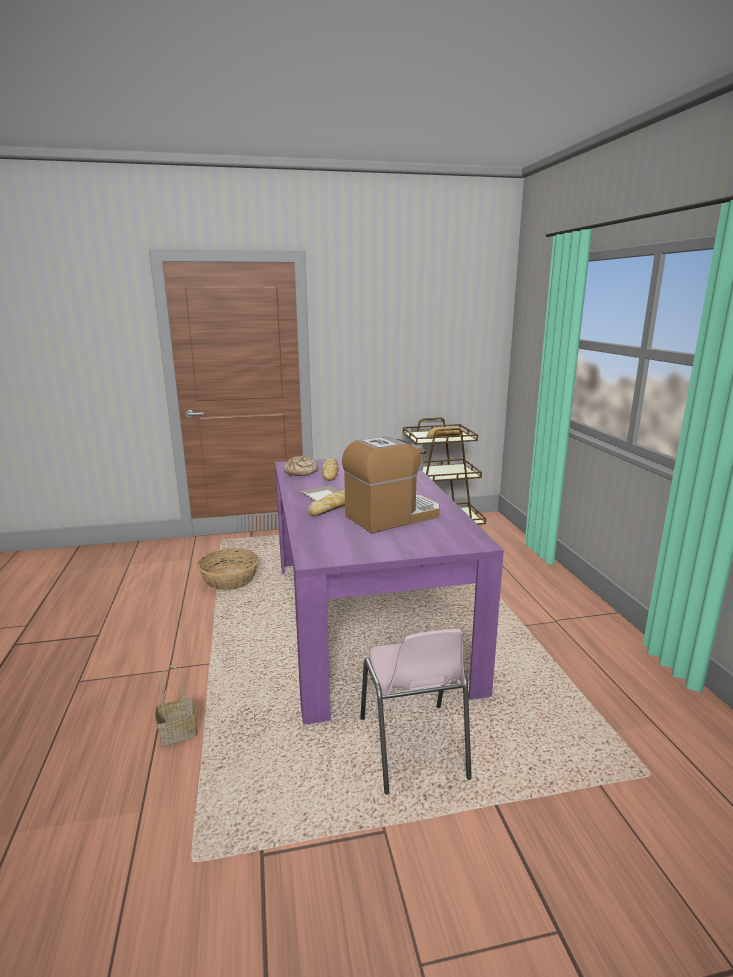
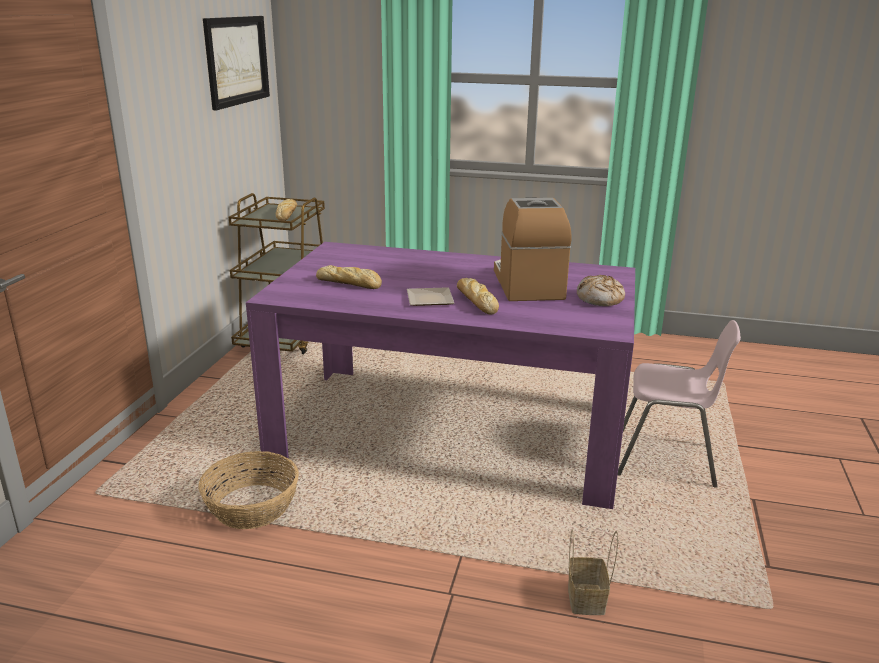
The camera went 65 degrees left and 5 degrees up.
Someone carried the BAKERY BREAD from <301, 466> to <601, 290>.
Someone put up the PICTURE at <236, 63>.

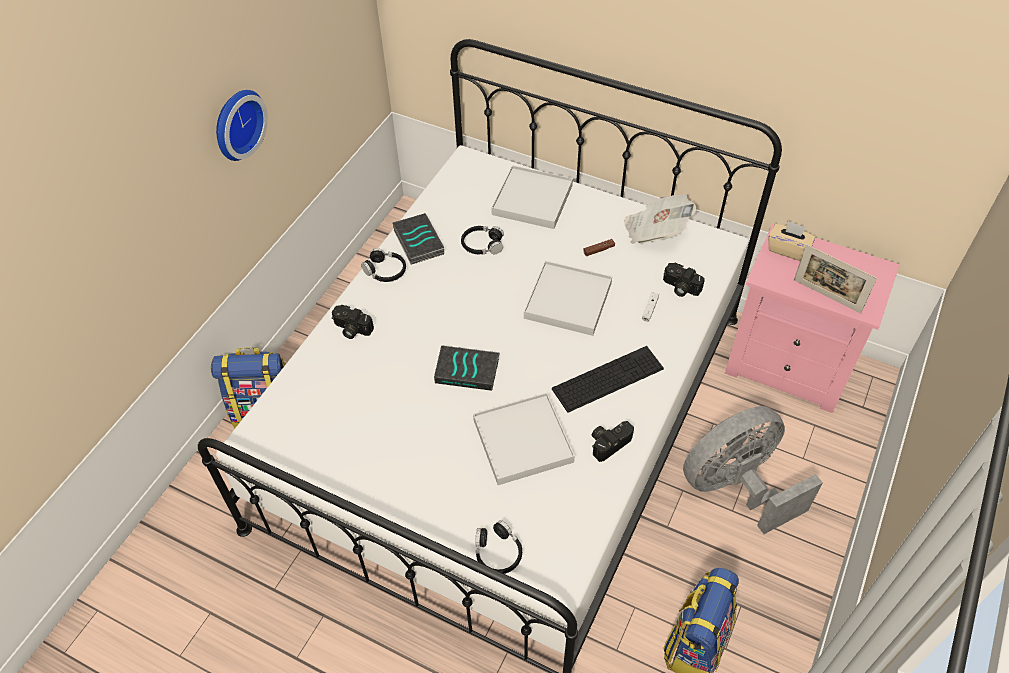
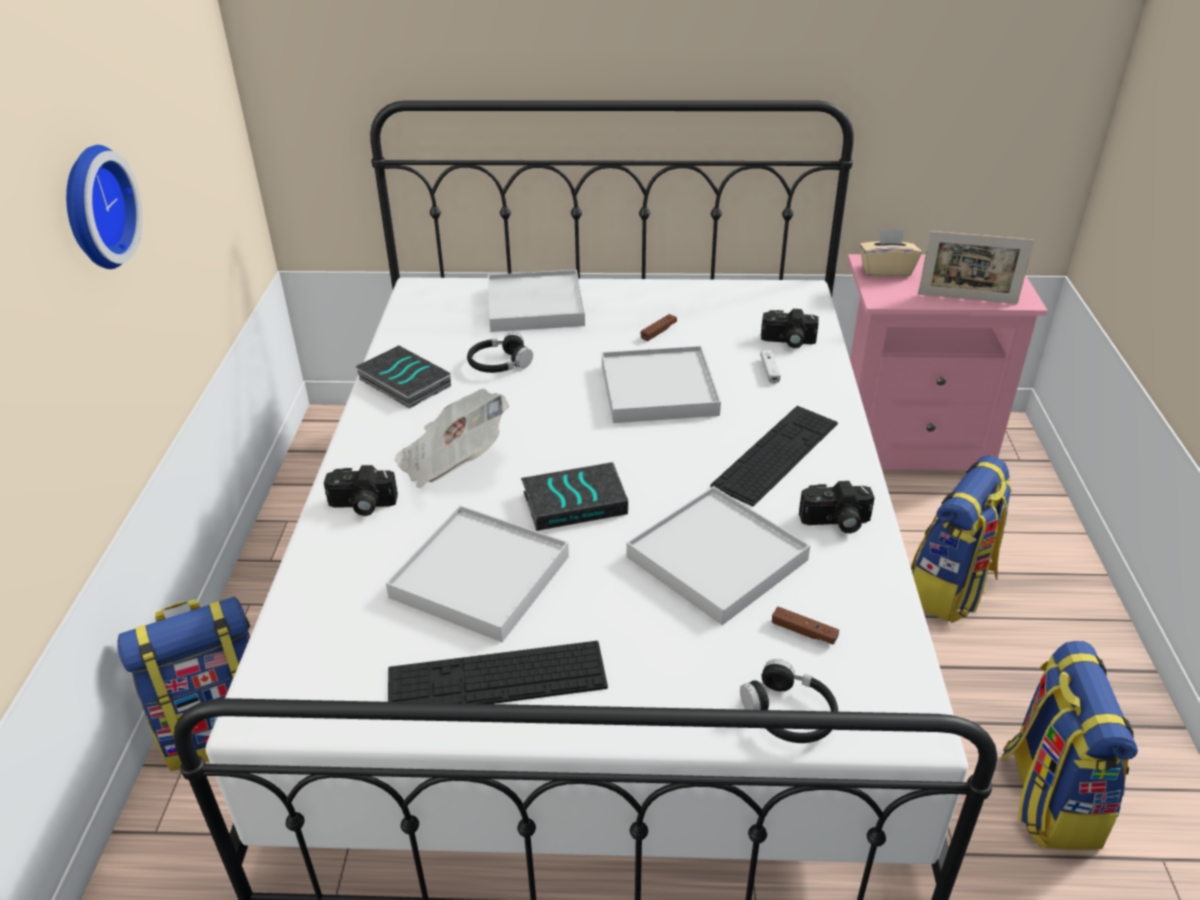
The camera went 25 degrees left and 15 degrees down.
Someone took away the BLACK HEADSET at <383, 265>.
Someone rotated the STILL CAMERA at <613, 441> by 120 degrees counterclockwise.
Someone carried the PRINTED PAPER from <660, 219> to <452, 438>.
Someone swapped the GRAY ELECTRIC FAN at <753, 470> for the RUCKSACK at <961, 539>.
Someone put down the WHITISH CARRYING TRAY at <477, 573>.
Someone put down the KEYBOARD at <498, 672>.
Someone put down the BROWN-COLOURED GAMEPAD at <805, 626>.

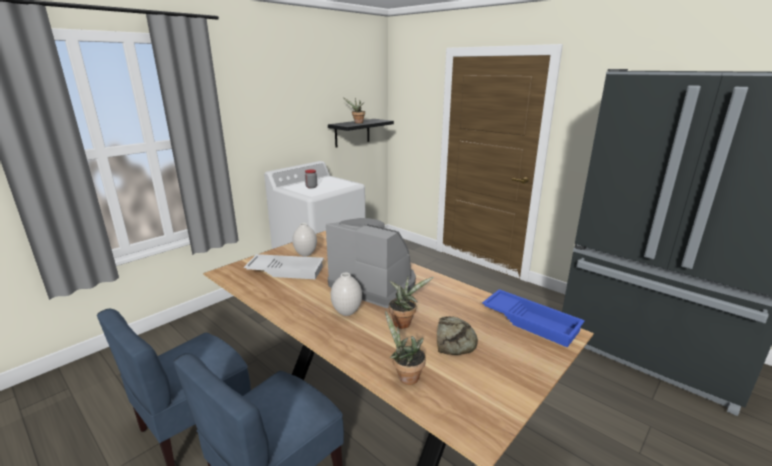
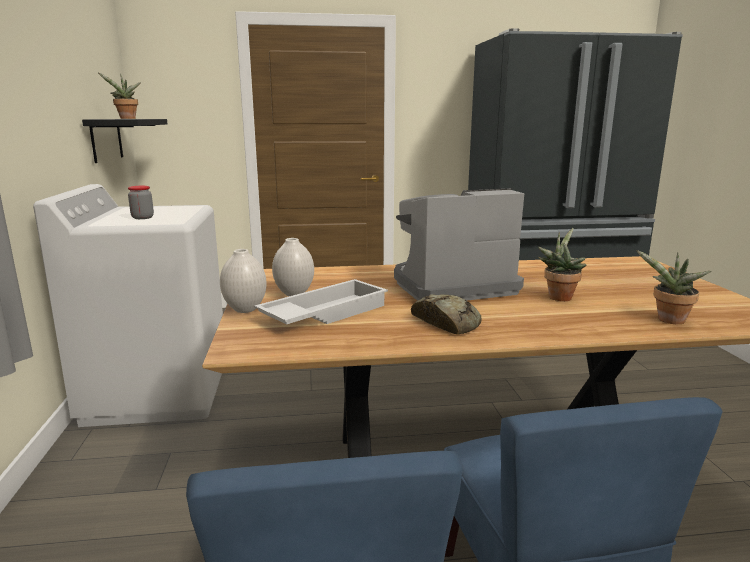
The camera went 50 degrees left and 5 degrees down.
Someone carried the WHITISH DECORATIVE VASE from <346, 294> to <243, 281>.
Someone carried the BAKERY BREAD from <457, 336> to <446, 314>.
Someone took away the BLUE CARRYING TRAY at <533, 318>.

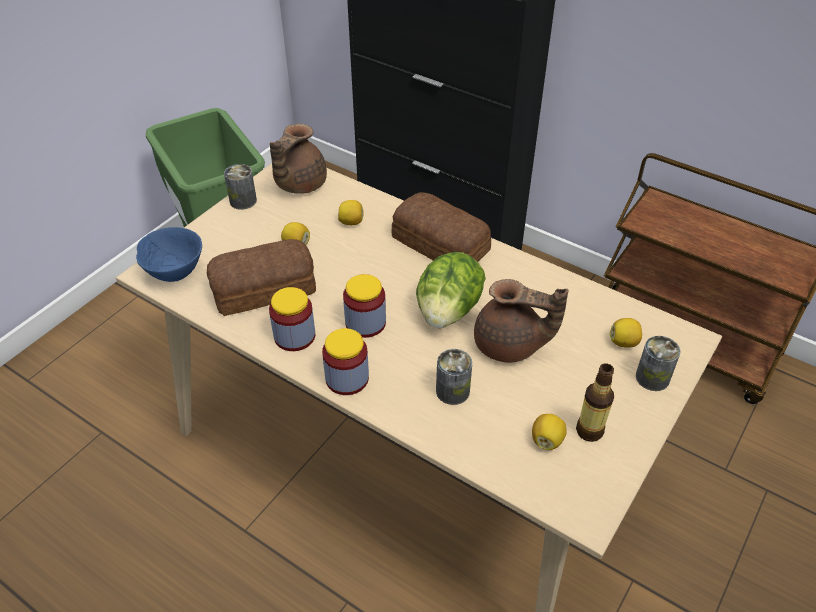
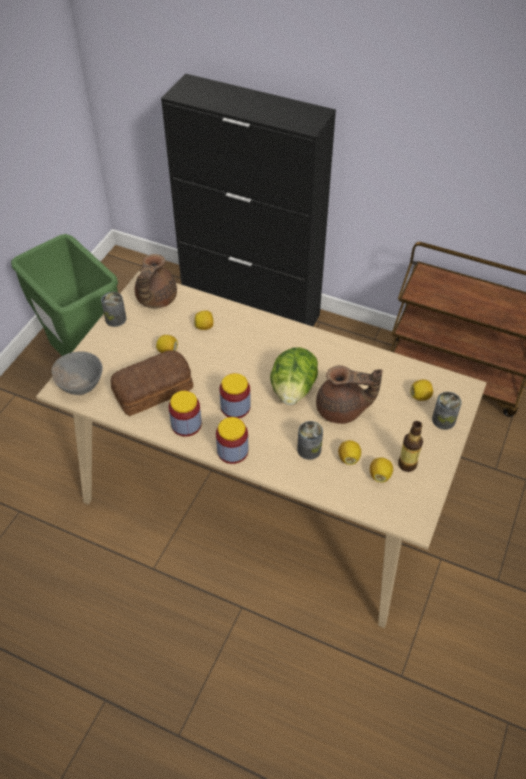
The camera went 10 degrees left and 5 degrees up.
Someone repainted the BLUE DEEP DISH at <169, 254>, which became the GRAY DEEP DISH at <77, 373>.
Someone took away the BAKERY BREAD at <441, 227>.
Someone put down the WHOLE LEMON at <349, 452>.

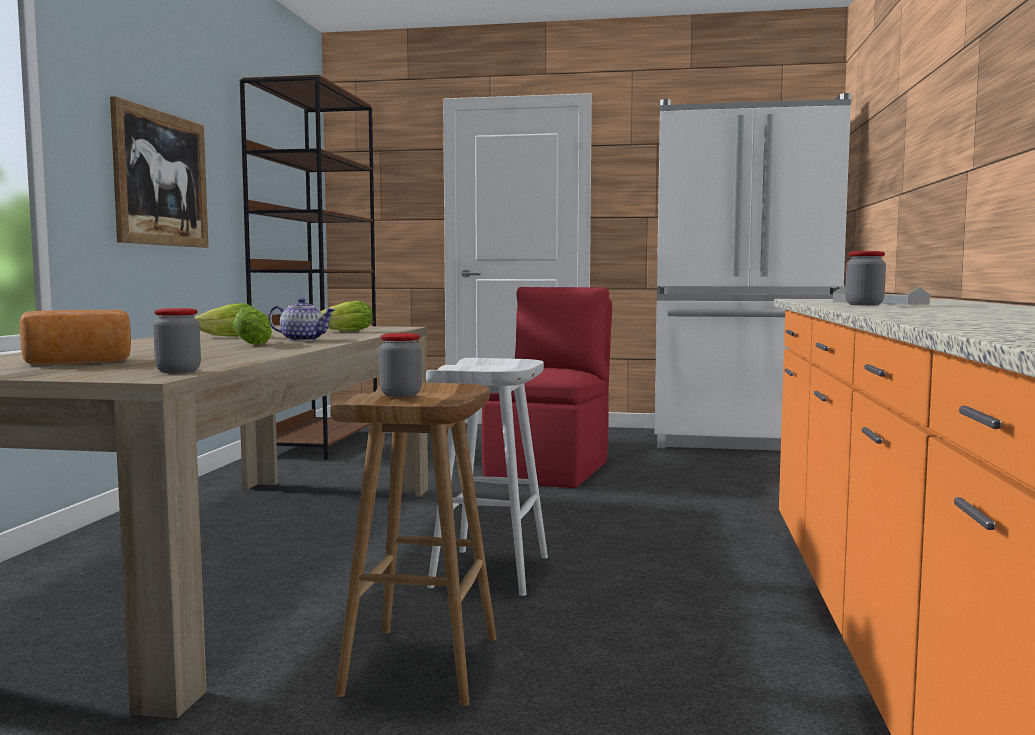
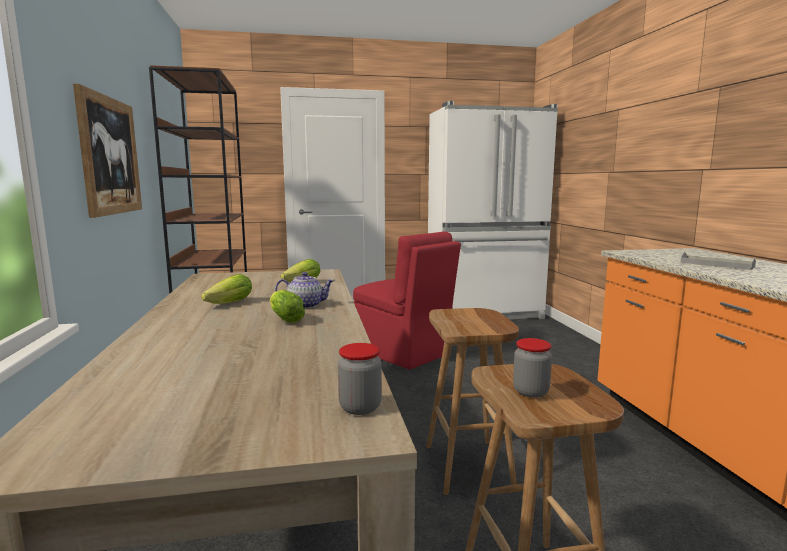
The camera went 20 degrees left and 5 degrees up.
Someone took away the BAKERY BREAD at <75, 337>.
Someone repainted the WHITISH STOOL SEAT at <487, 477>, which became the BROWN-COLOURED STOOL SEAT at <472, 401>.
Someone rotated the RED PLAIN CHAIR at <547, 387> by 135 degrees clockwise.
Someone took away the JAR at <865, 278>.

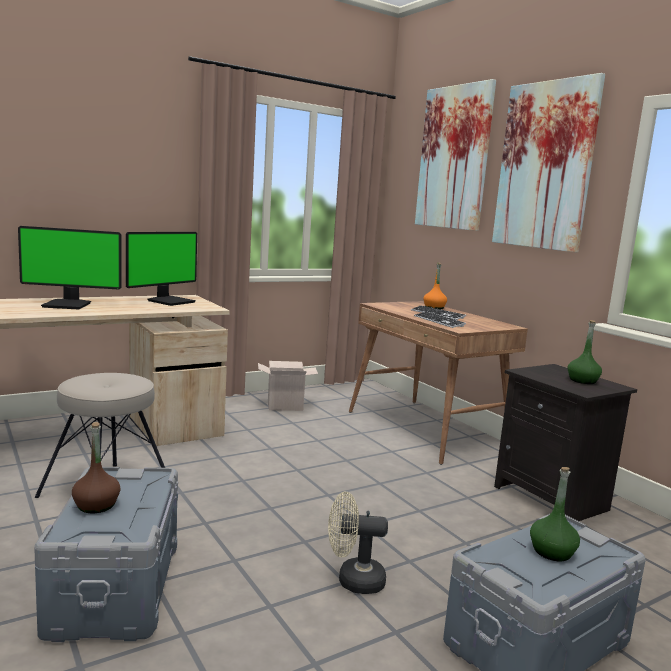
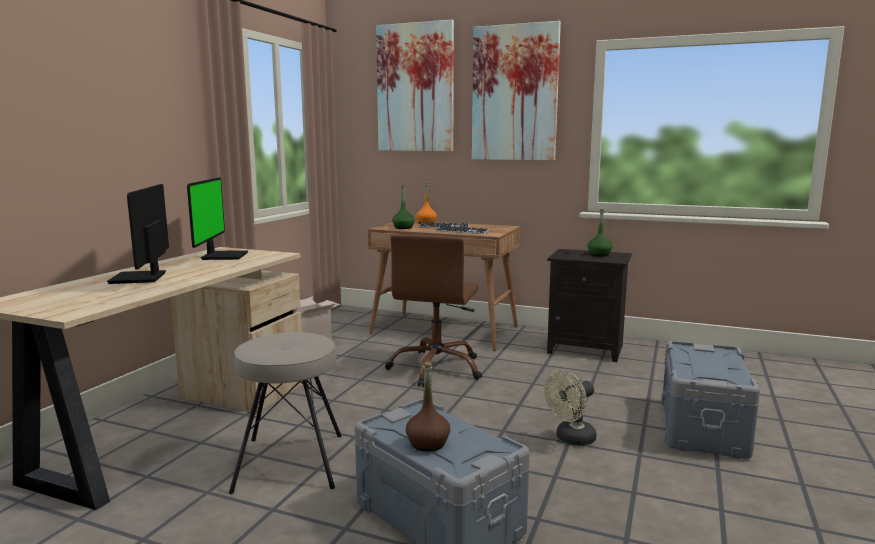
The camera went 35 degrees left and 0 degrees up.
Someone rotated the COMPUTER DISPLAY at <70, 268> by 120 degrees clockwise.
Someone carried the GREENISH BEVERAGE BOTTLE from <555, 514> to <403, 207>.
Someone put down the BROWN-COLOURED DESK CHAIR at <433, 310>.

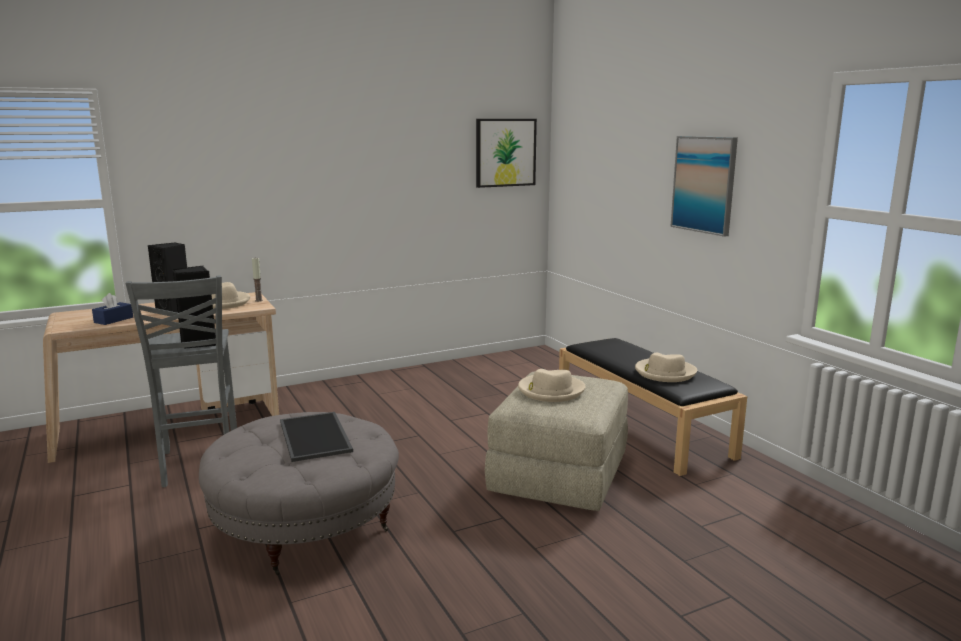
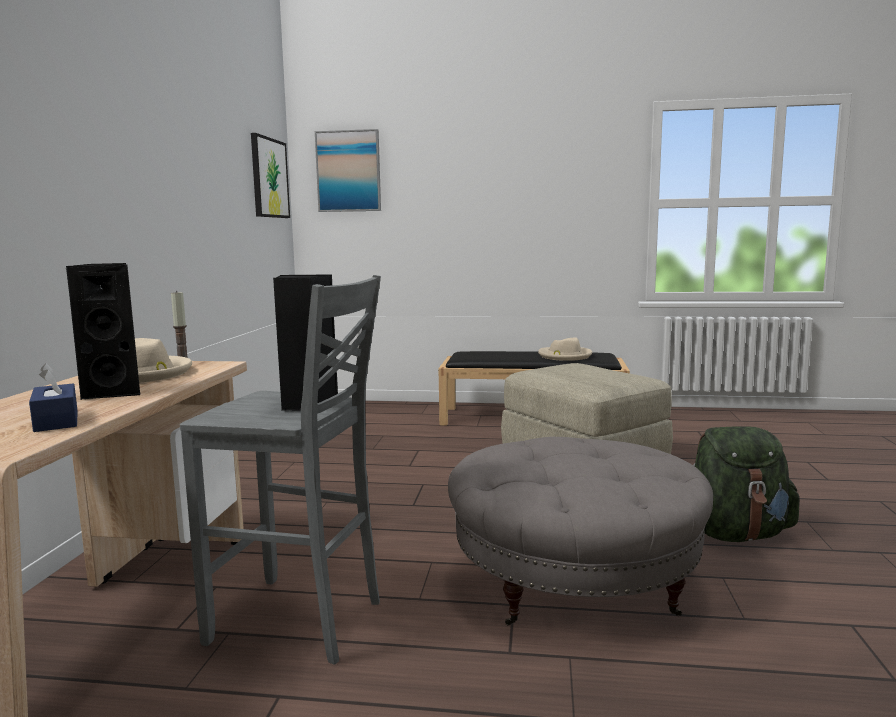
The camera went 55 degrees left and 5 degrees down.
Someone took away the CARRYING TRAY at <316, 437>.
Someone took away the BEIGE WEARABLE HAT at <551, 385>.
Someone carried the PICTURE from <704, 186> to <348, 170>.
Someone put down the GREENISH RUCKSACK at <746, 484>.

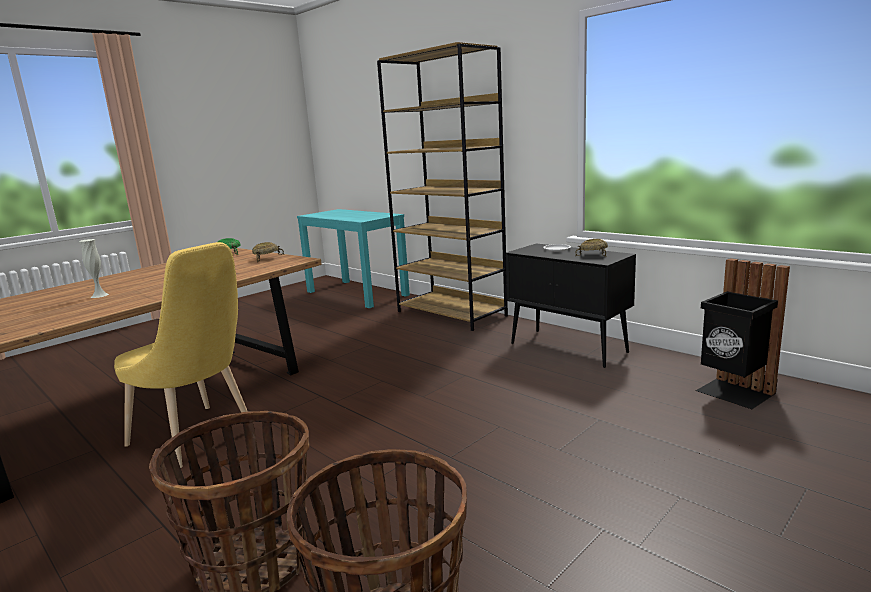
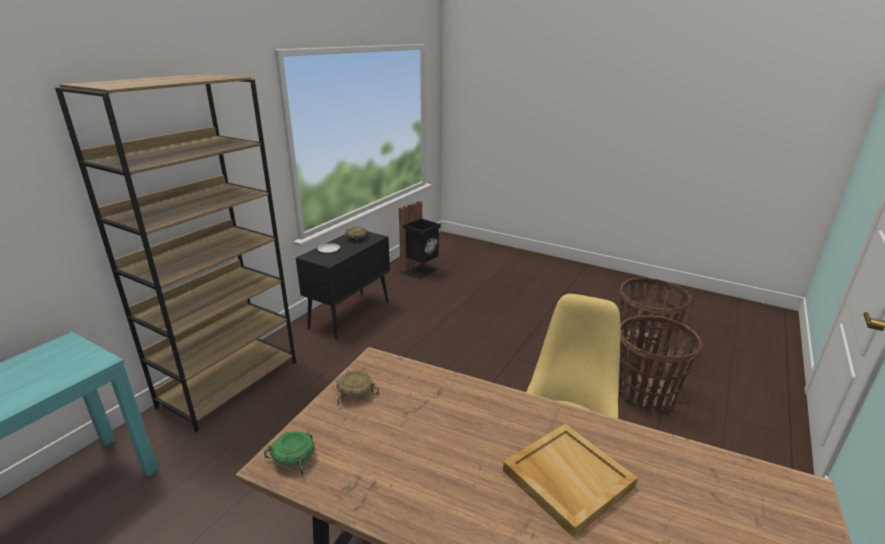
The camera went 105 degrees left and 10 degrees up.
Someone swapped the WHITISH DECORATIVE VASE at <94, 268> for the BEIGE CARRYING TRAY at <570, 481>.

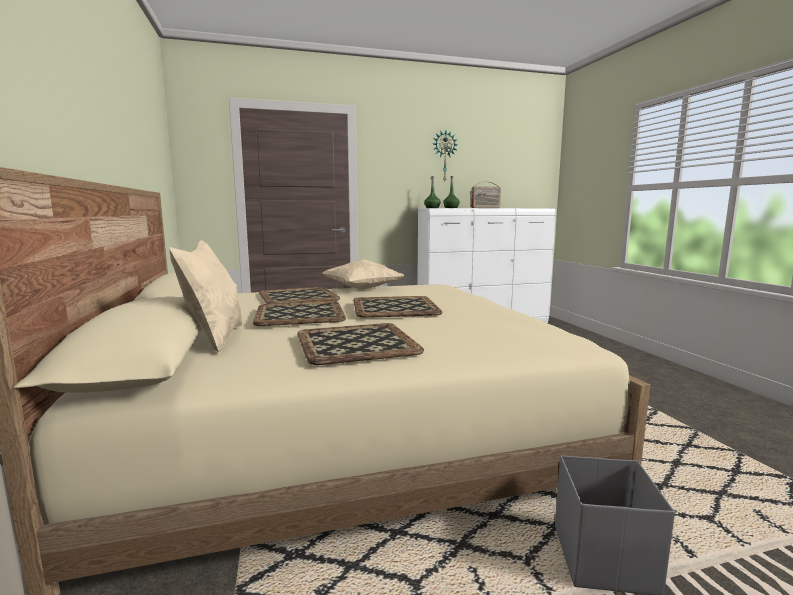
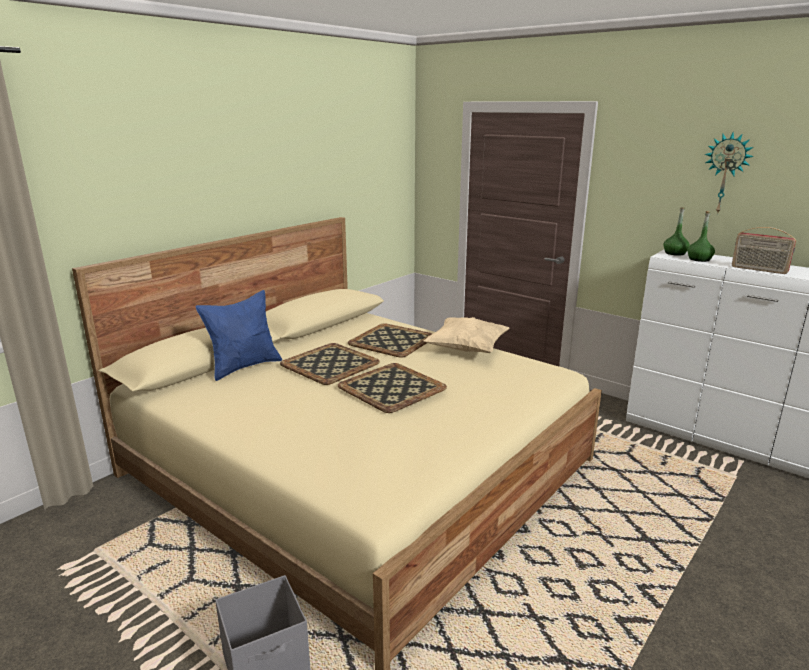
The camera went 55 degrees right and 10 degrees up.
Someone repainted the BEIGE CUSHION at <205, 296>, which became the BLUE CUSHION at <239, 335>.
Someone took away the CARRYING TRAY at <360, 344>.

